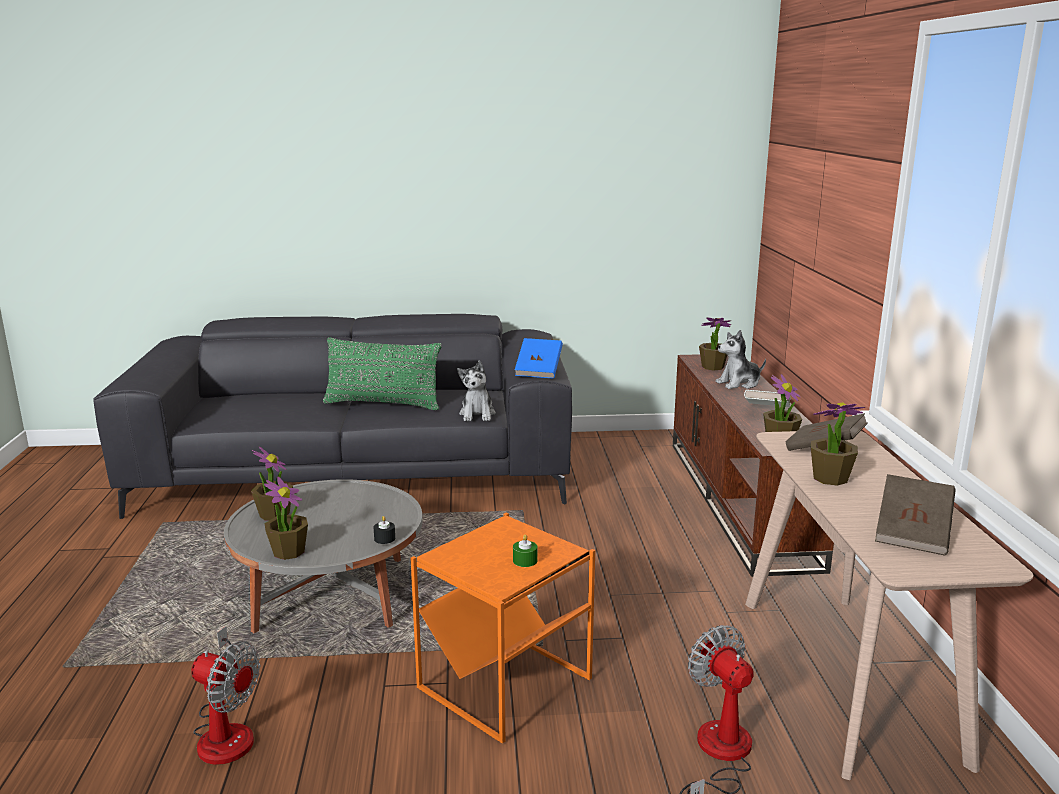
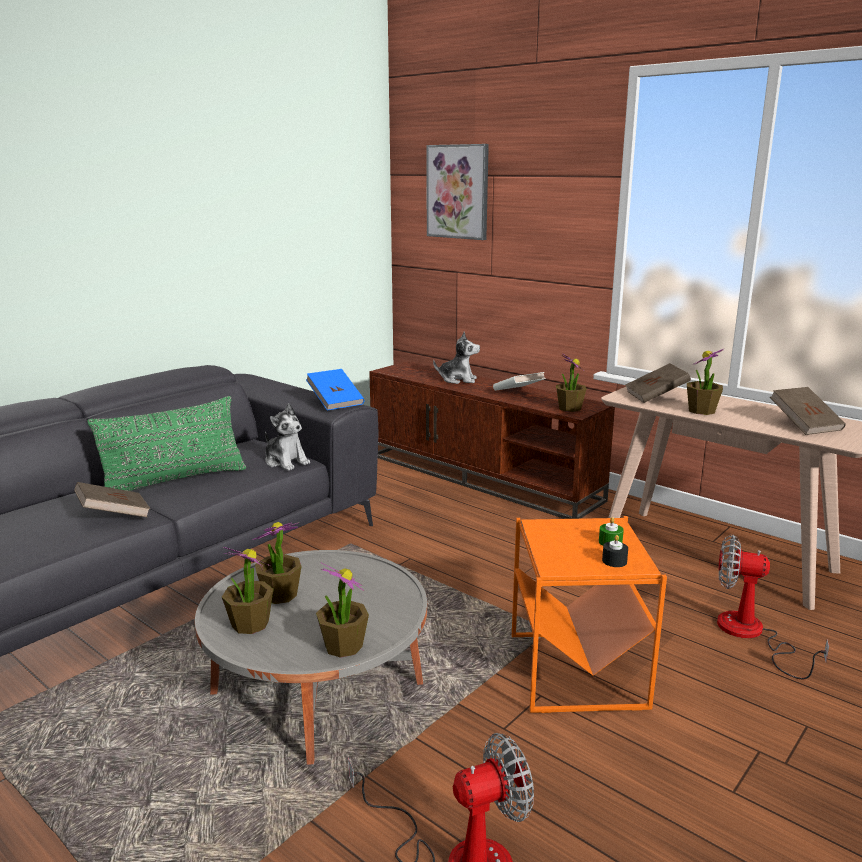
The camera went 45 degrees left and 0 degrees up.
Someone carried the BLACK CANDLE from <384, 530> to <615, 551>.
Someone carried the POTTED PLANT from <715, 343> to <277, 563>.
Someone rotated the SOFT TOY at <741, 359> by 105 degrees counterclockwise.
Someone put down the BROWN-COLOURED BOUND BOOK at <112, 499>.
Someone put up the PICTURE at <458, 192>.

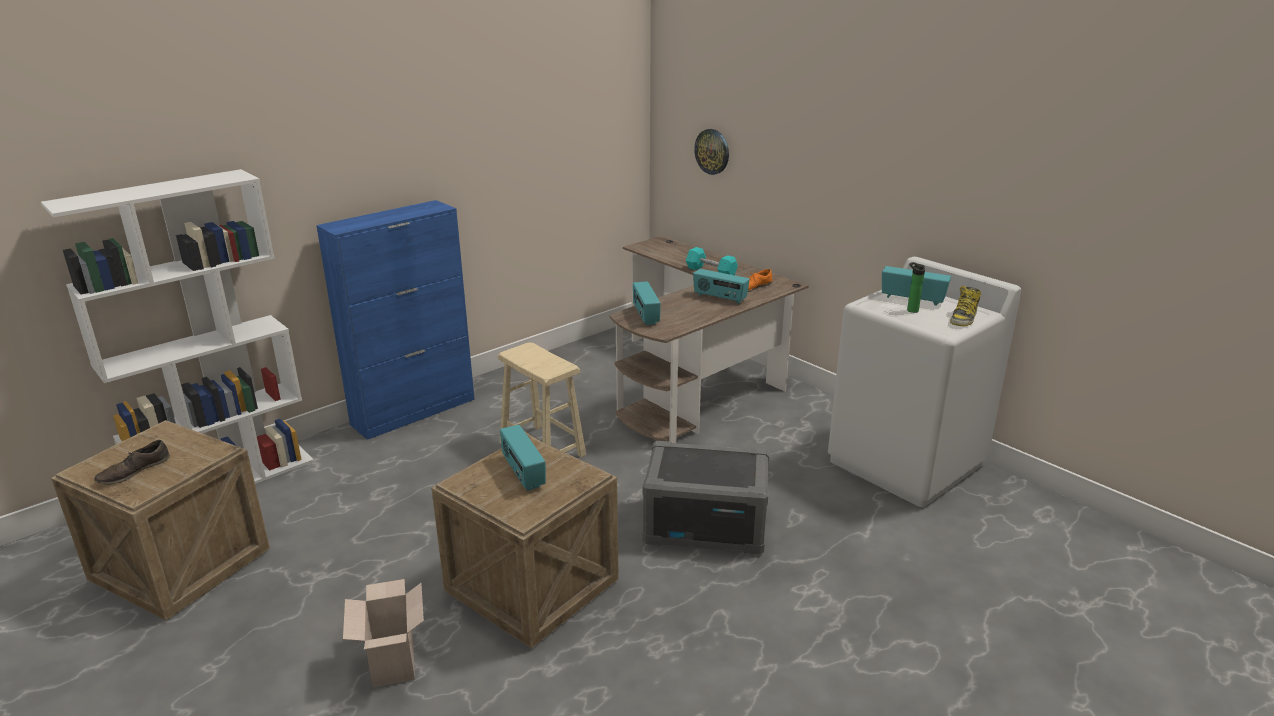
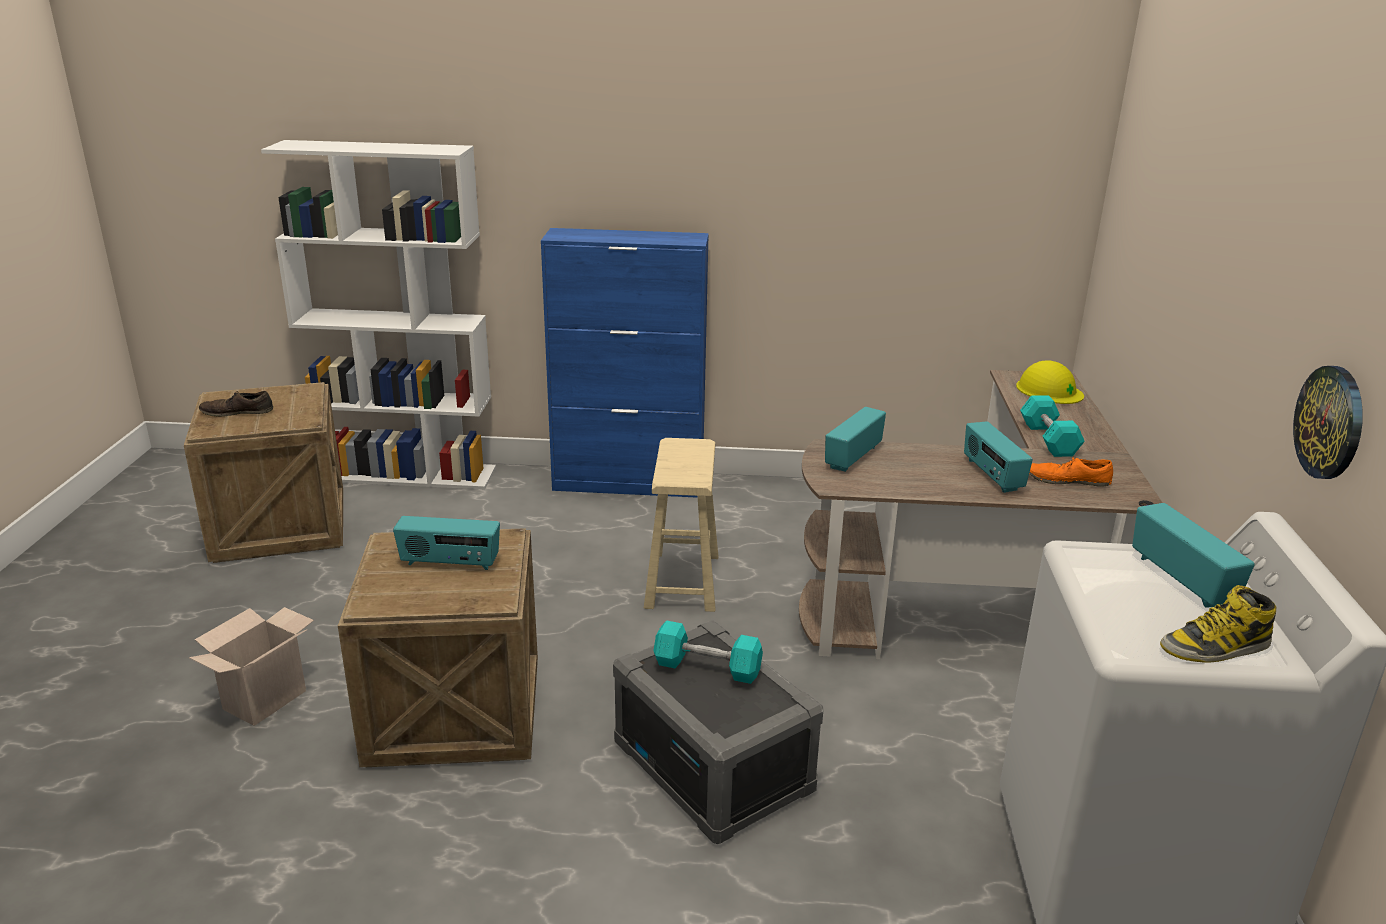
The camera went 45 degrees right and 0 degrees up.
Someone rotated the RADIO RECEIVER at <523, 458> by 105 degrees counterclockwise.
Someone carried the HANGING CLOCK from <711, 152> to <1328, 422>.
Someone took away the BEVERAGE BOTTLE at <916, 287>.
Someone put down the TURQUOISE FREE WEIGHT at <708, 652>.
Someone put down the YELLOWISH HARD HAT at <1050, 382>.

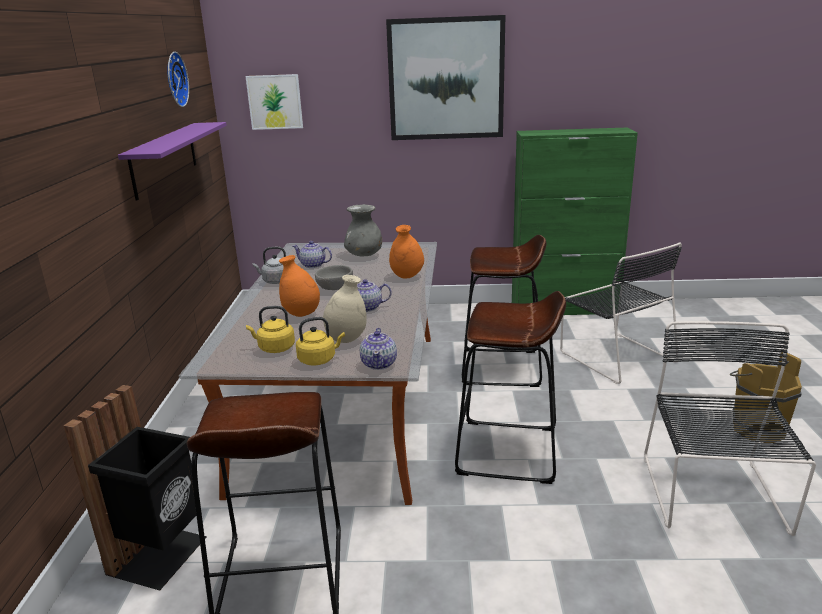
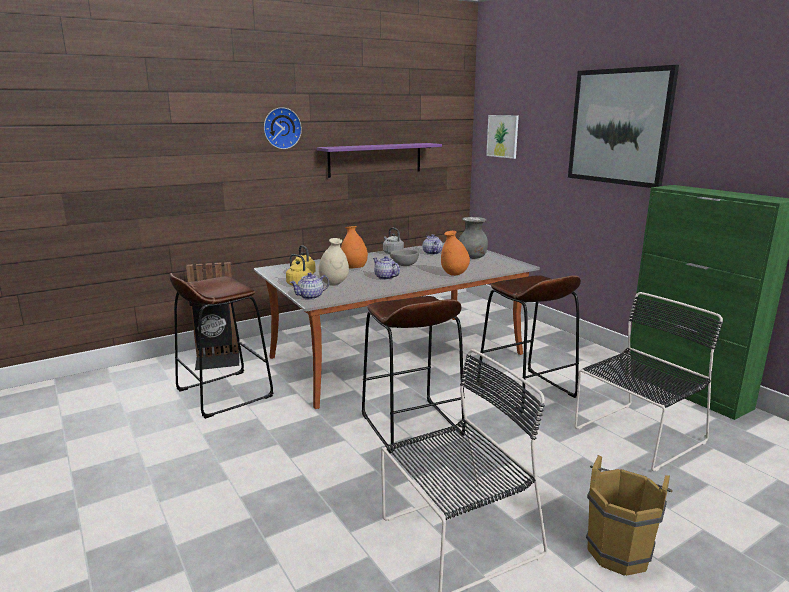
The camera went 55 degrees right and 5 degrees down.
Someone carried the HANGING CLOCK from <178, 79> to <283, 128>.
Someone rotated the BLACK PLAIN CHAIR at <621, 313> by 150 degrees counterclockwise.

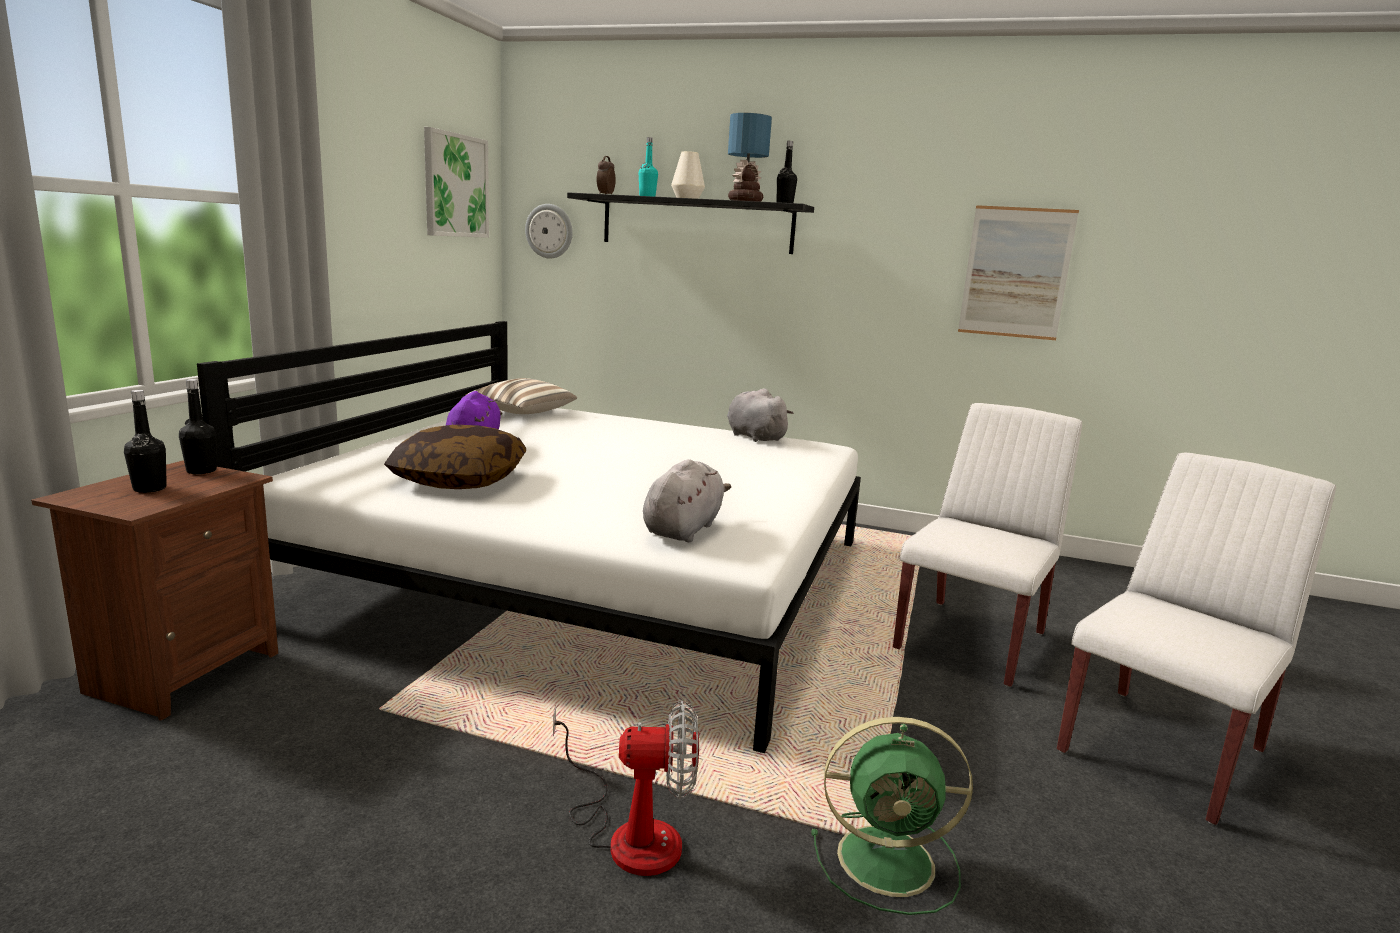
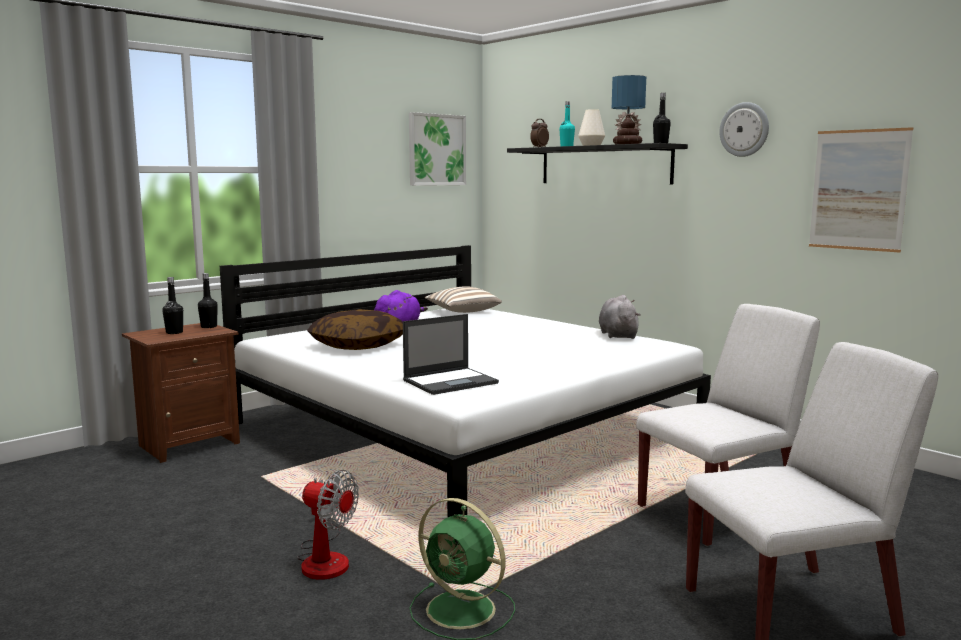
The camera went 30 degrees right and 5 degrees down.
Someone carried the HANGING CLOCK from <549, 231> to <744, 129>.
Someone swapped the GRAY SOFT TOY at <687, 500> for the NOTEBOOK COMPUTER at <451, 354>.

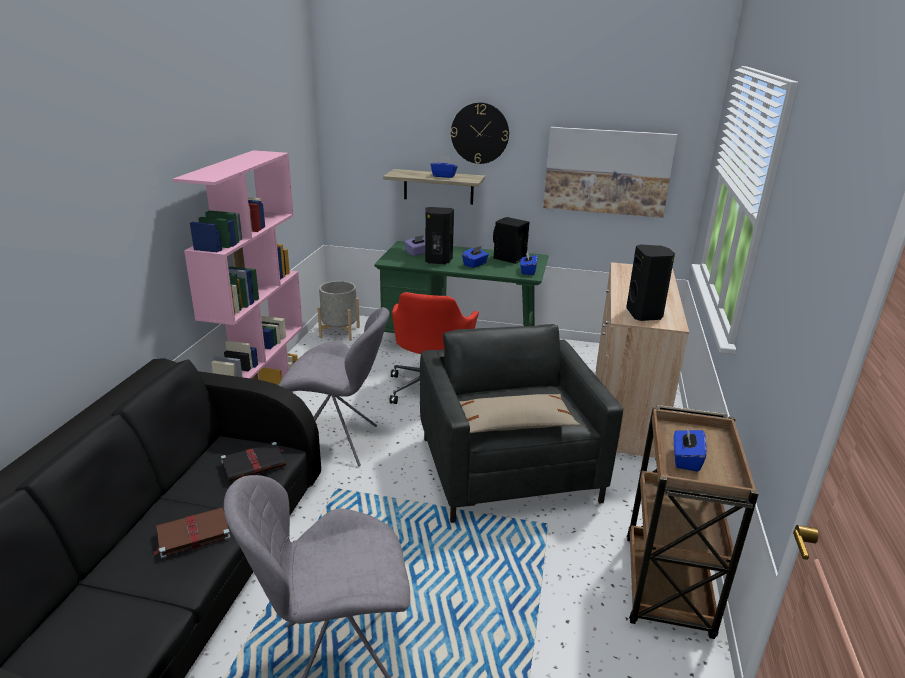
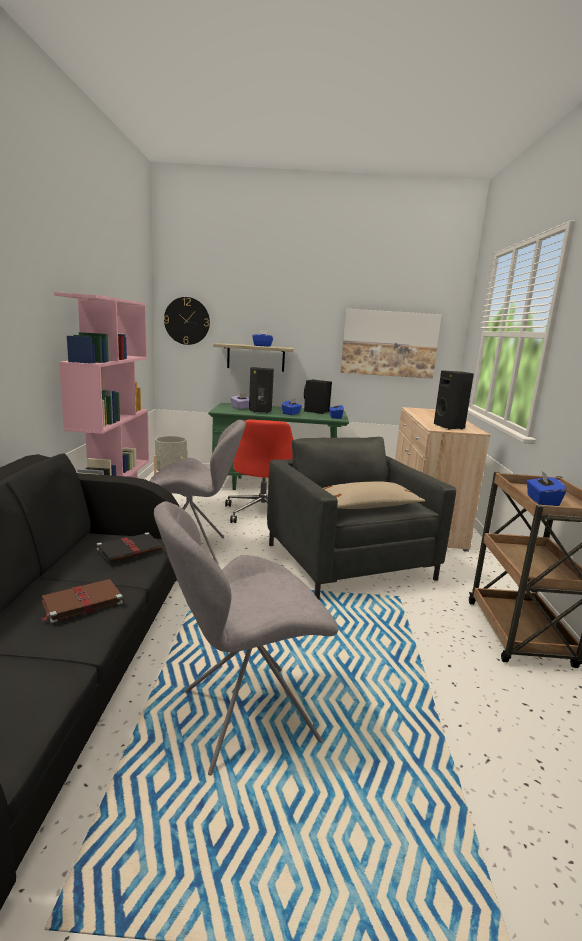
The camera went 10 degrees left and 10 degrees down.
Someone carried the HANGING CLOCK from <480, 133> to <187, 321>.

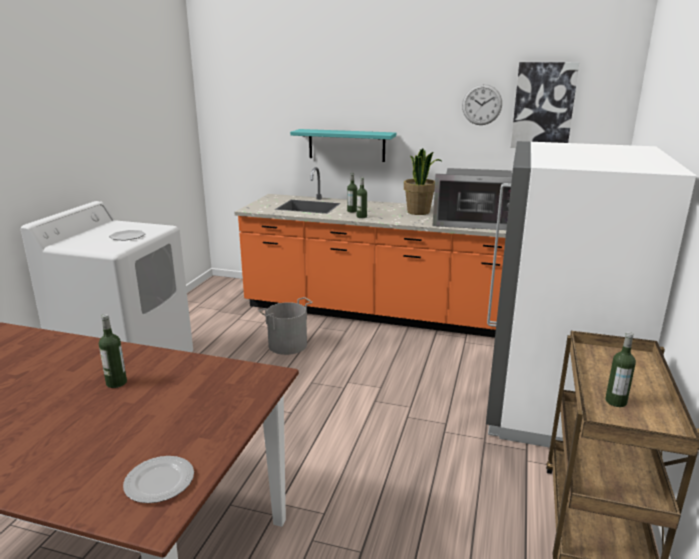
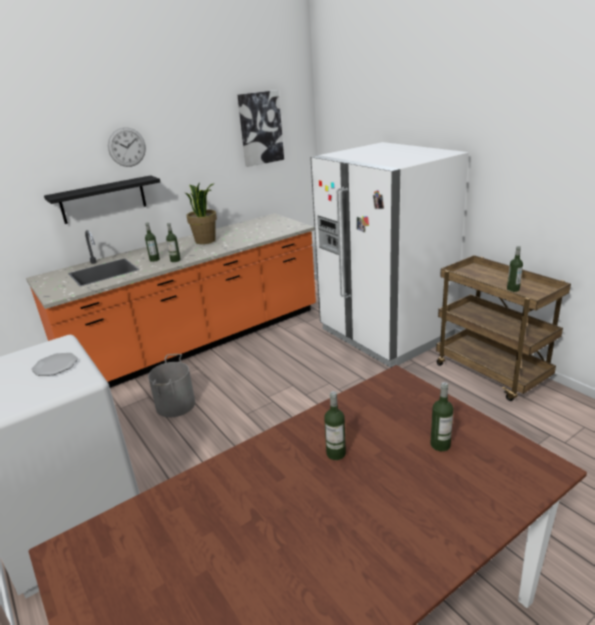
The camera went 50 degrees left and 5 degrees up.
Someone took away the DINNER PLATE at <158, 479>.
Someone repainted the TURQUOISE SHELF at <343, 145>, which became the BLACK SHELF at <102, 199>.
Someone took away the KITCHEN MICROWAVE at <472, 199>.
Someone carried the HANGING CLOCK from <482, 104> to <127, 147>.
Someone put down the BEVERAGE BOTTLE at <441, 416>.

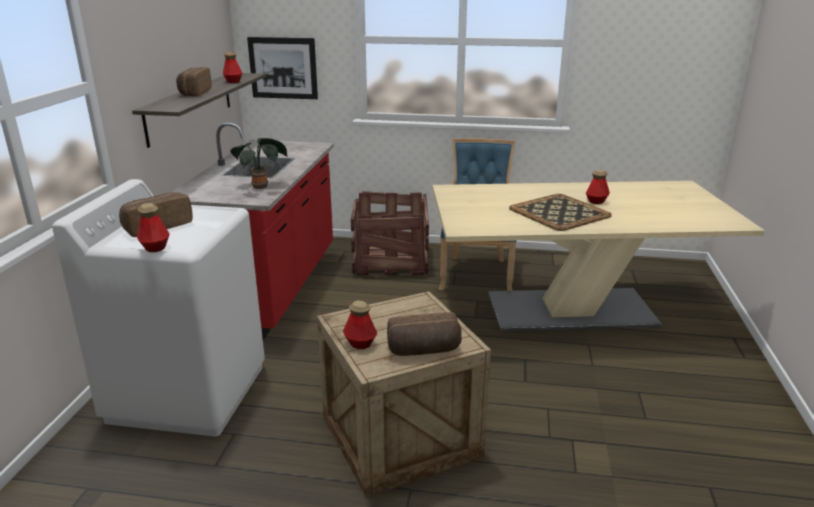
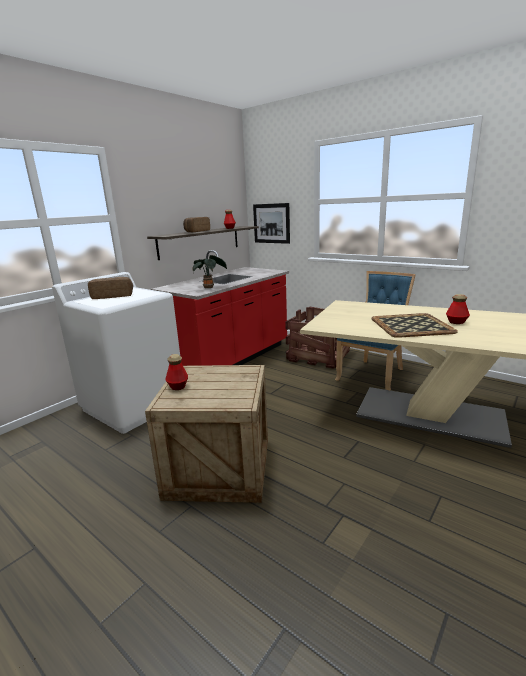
The camera went 30 degrees right and 5 degrees down.
Someone took away the BEVERAGE BOTTLE at <153, 227>.
Someone took away the BAKERY BREAD at <424, 334>.

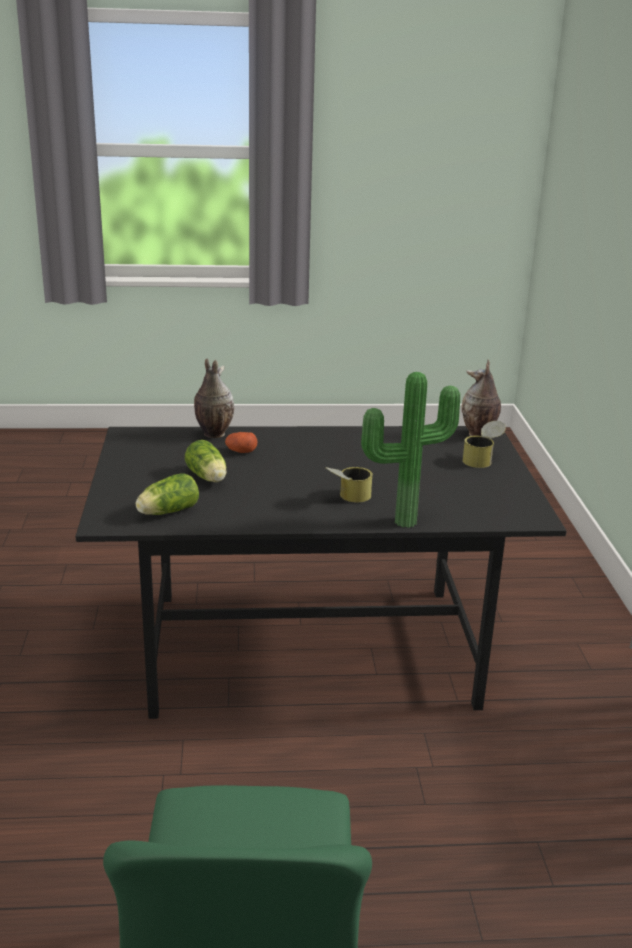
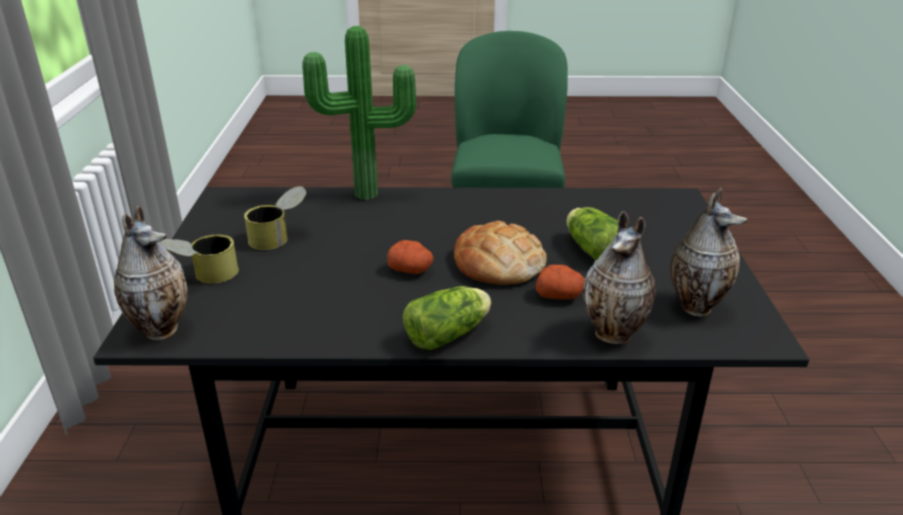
The camera went 175 degrees left and 5 degrees up.
Someone carried the HEAD OF LETTUCE from <167, 494> to <447, 318>.
Someone carried the METAL CAN from <349, 484> to <275, 218>.
Someone put down the POTATO at <410, 257>.
Someone put down the BAKERY BREAD at <500, 253>.
Someone put down the DECORATIVE VASE at <708, 252>.

